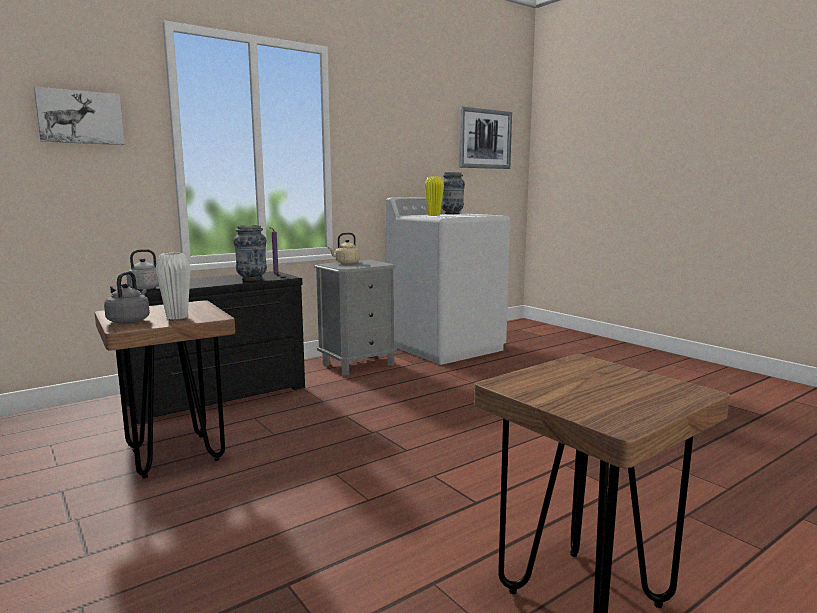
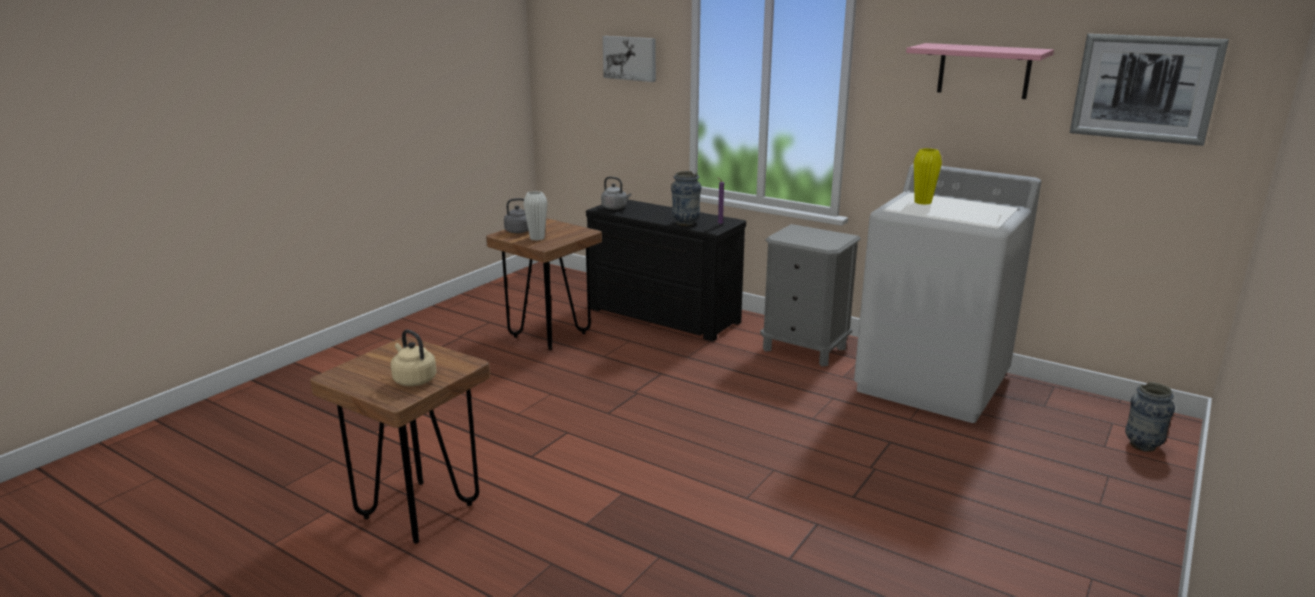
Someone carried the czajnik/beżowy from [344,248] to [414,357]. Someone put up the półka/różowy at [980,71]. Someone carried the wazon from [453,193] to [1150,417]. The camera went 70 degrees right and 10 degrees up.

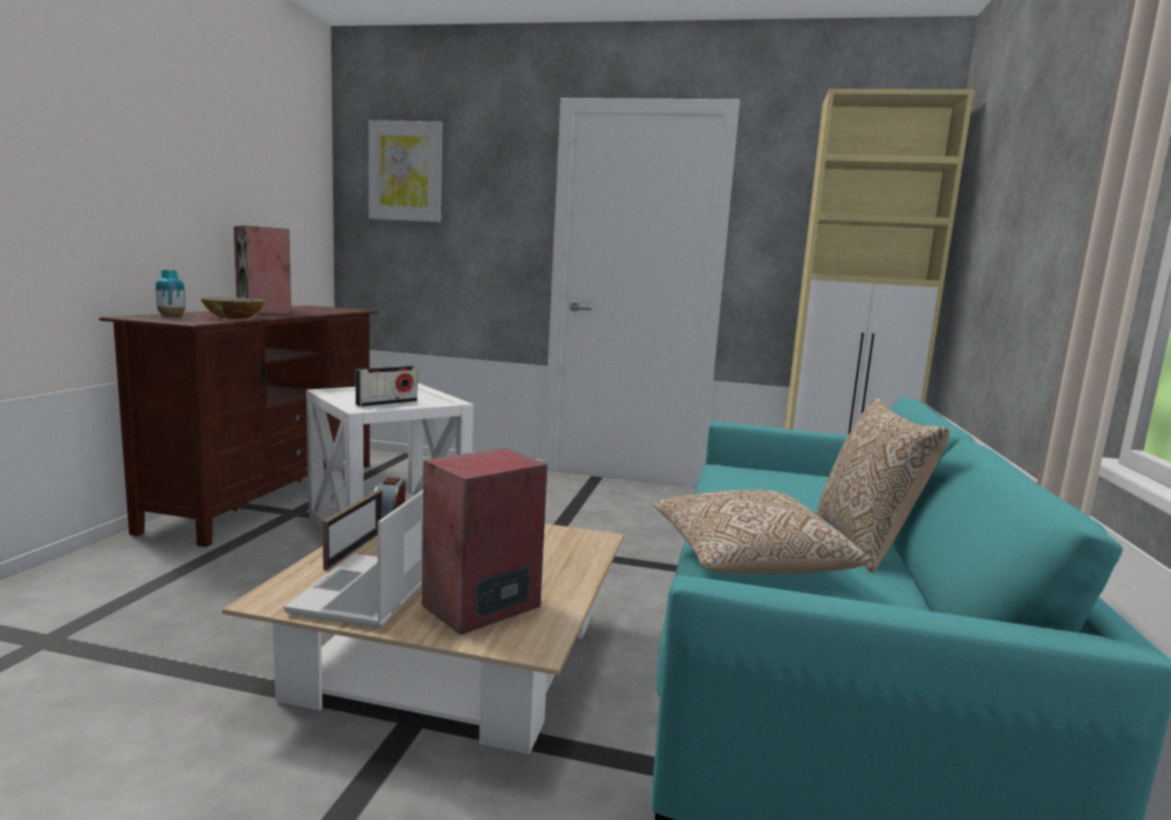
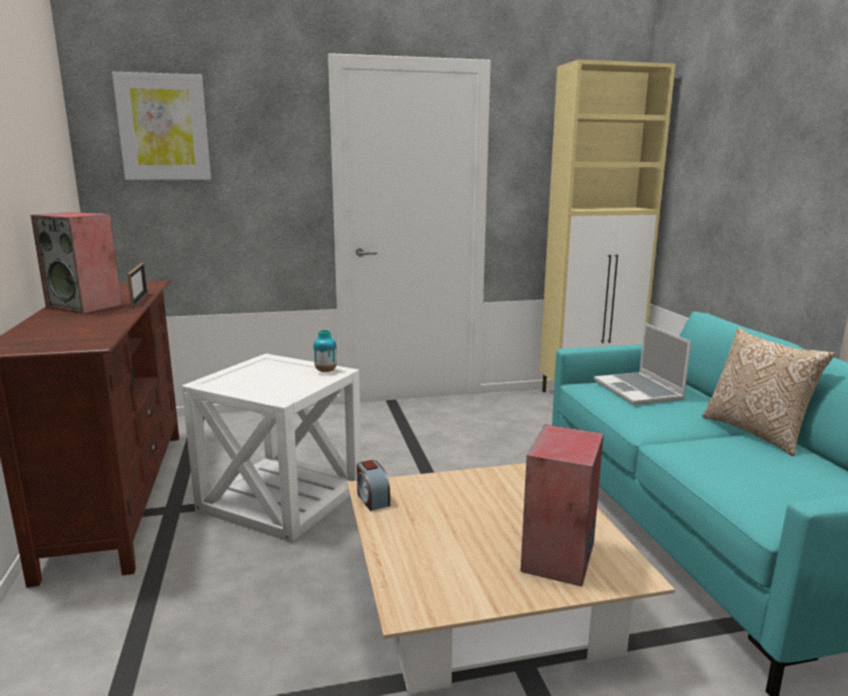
Someone carried the ramka na zdjęcie from [352,529] to [137,285]. Someone carried the wazon from [170,293] to [325,351]. Someone carried the laptop from [353,559] to [642,364]. Someone took away the miska at [233,308]. Someone took away the radio at [386,386]. Someone took away the poduszka at [761,532]. The camera went 25 degrees left and 5 degrees up.

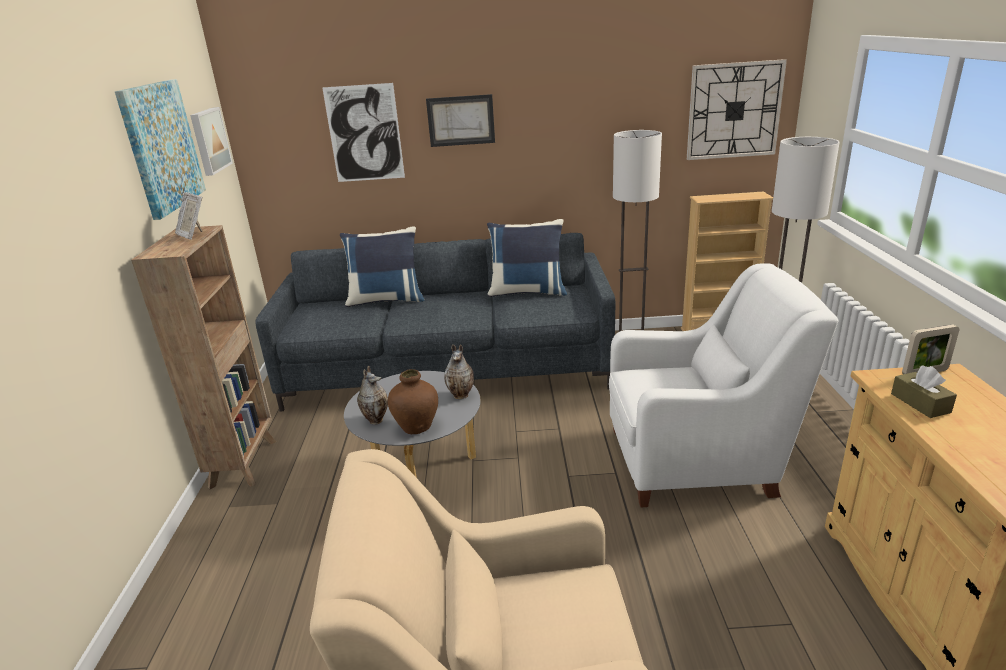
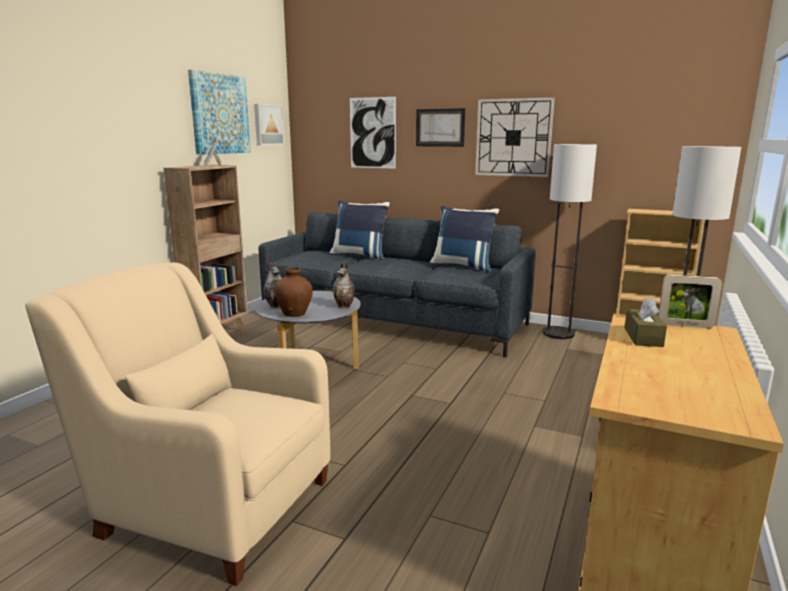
Someone carried the zegar ścienny from [737,109] to [515,137]. Someone took away the fotel/biały at [724,385]. The camera went 25 degrees right and 10 degrees down.

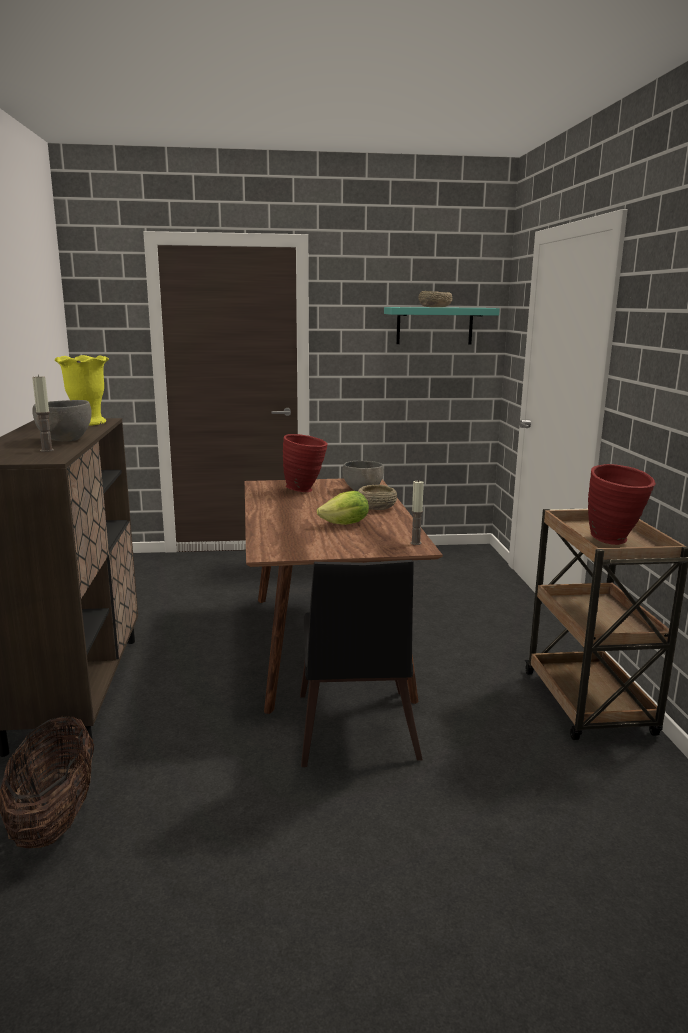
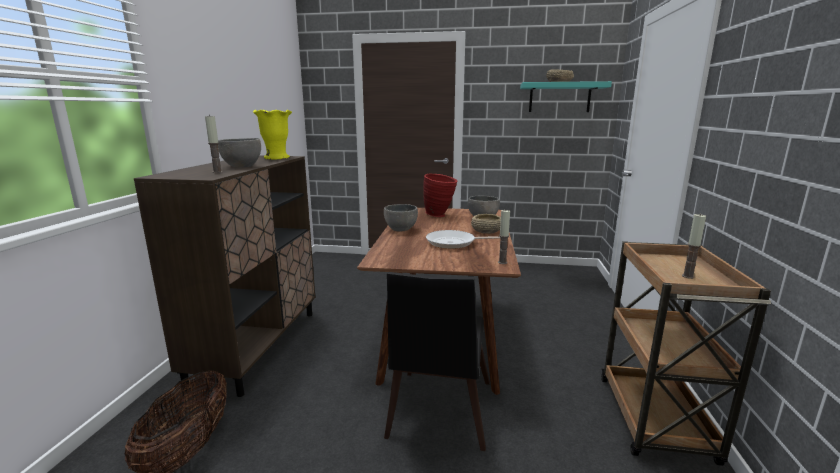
Someone put down the miska/szary at [401,217]. Someone swapped the sałata at [343,508] for the patelnia at [463,239]. Someone swapped the wazon/czerwony at [622,504] for the świeca at [694,246]. The camera went 15 degrees right and 0 degrees up.

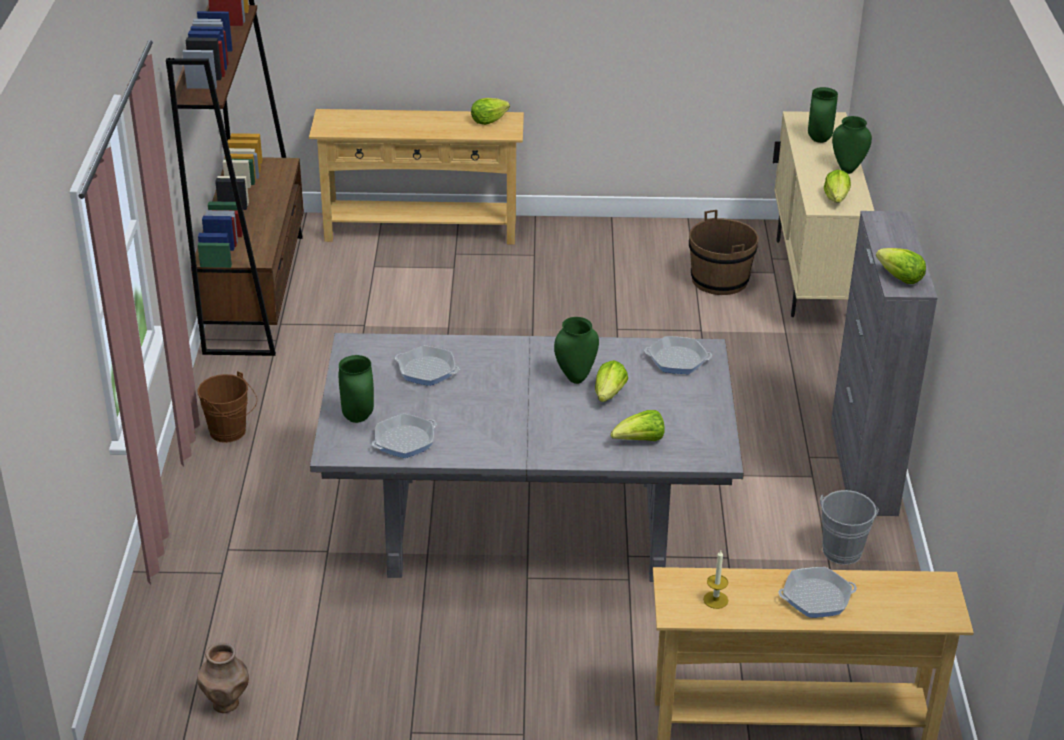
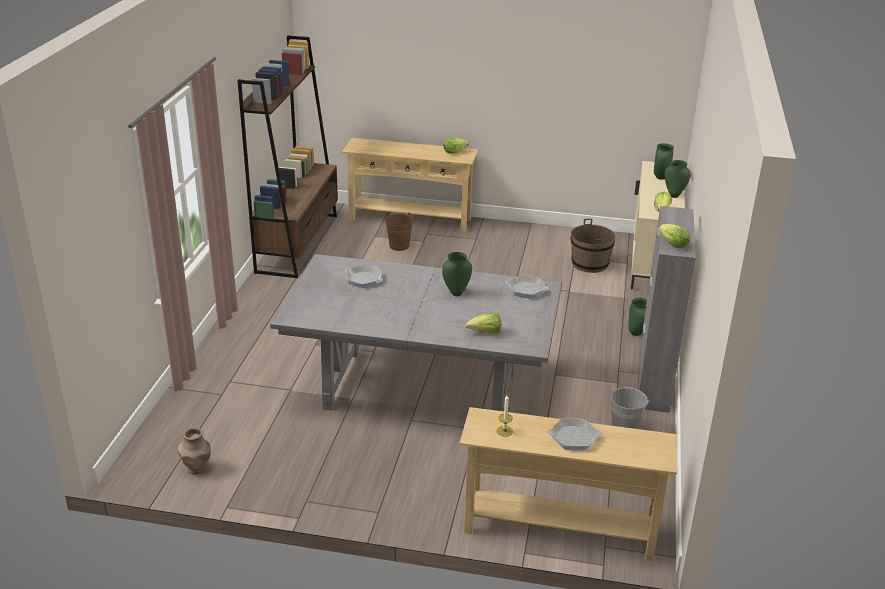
Someone carried the wiadro/brązowy from [227,407] to [400,231]. Someone carried the wazon/zielony from [356,389] to [637,317]. Someone took away the patelnia at [404,435]. Someone took away the sałata at [611,381]. The camera went 10 degrees right and 5 degrees down.

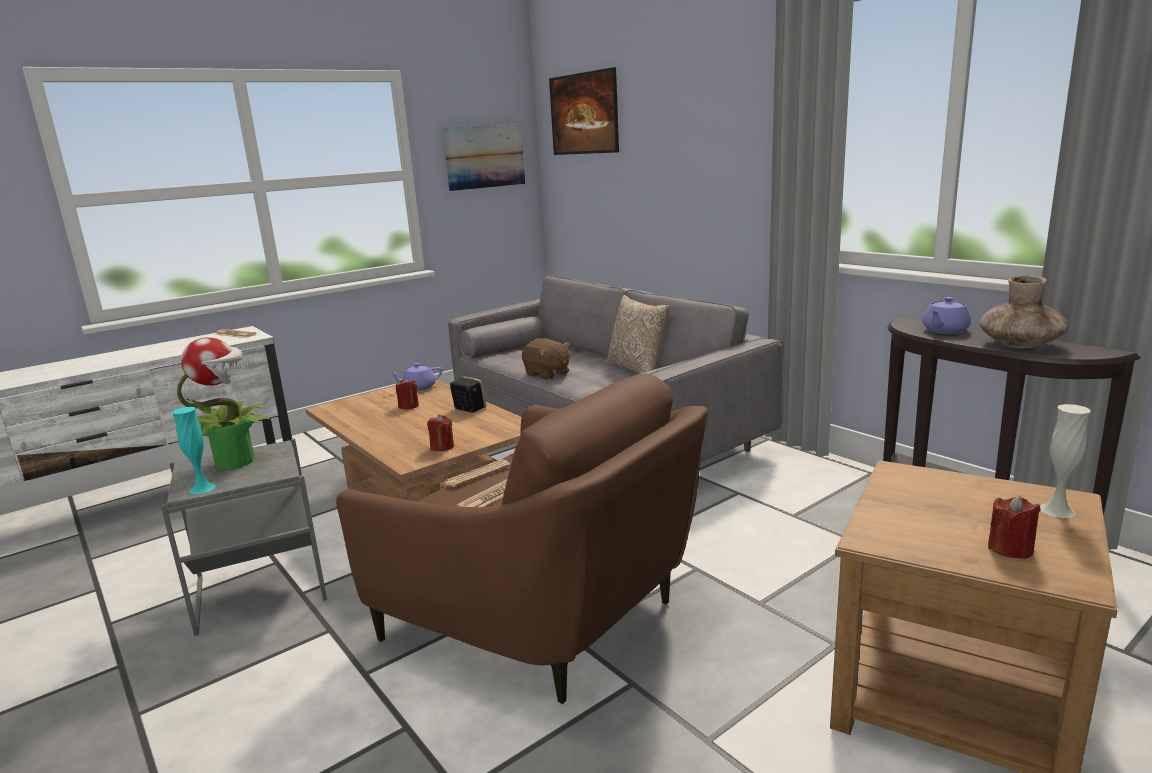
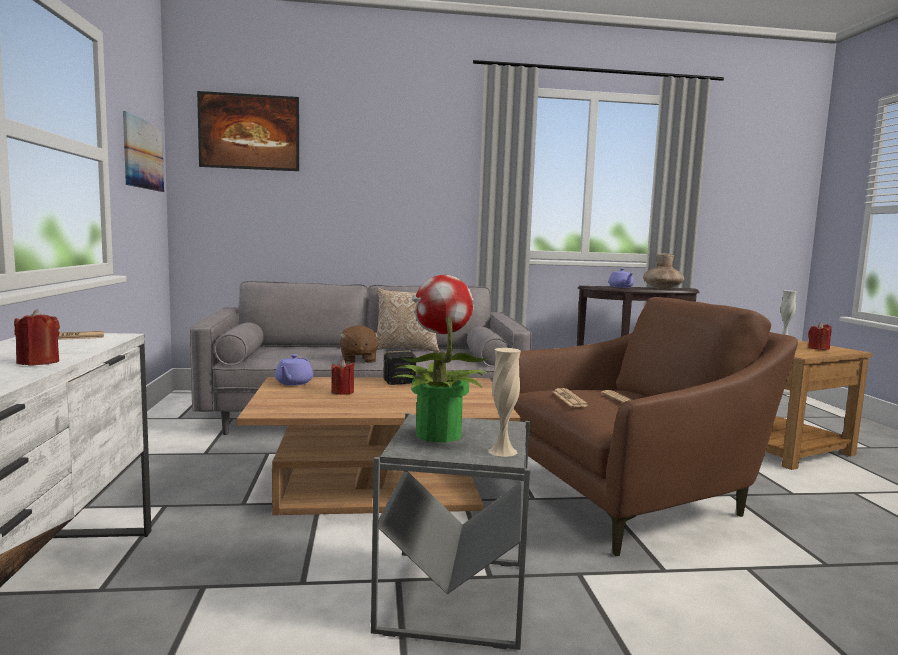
Someone carried the świeca/czerwony from [440,432] to [37,337]. Someone rotated the pluszak/brązowy at [546,359] by 90 degrees clockwise. Someone repainted the wazon/turkusowy at [194,450], which became the wazon/beżowy at [504,402]. The camera went 60 degrees left and 10 degrees down.

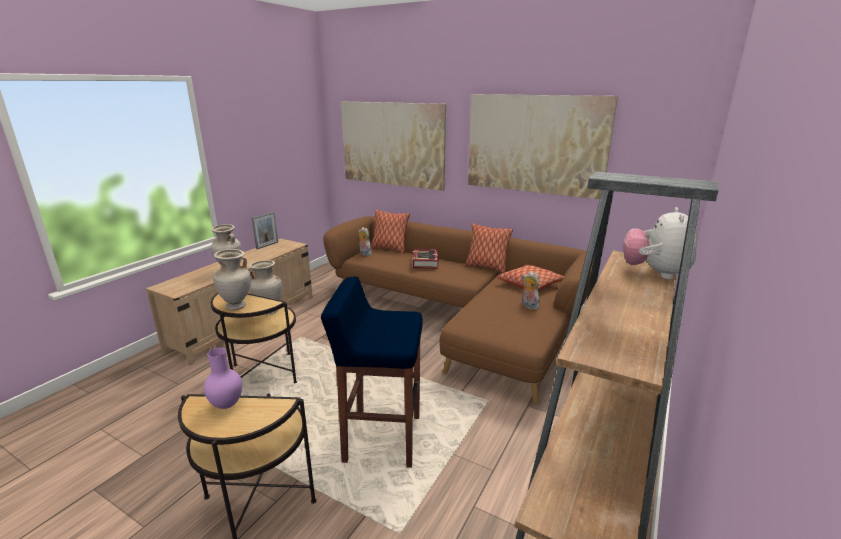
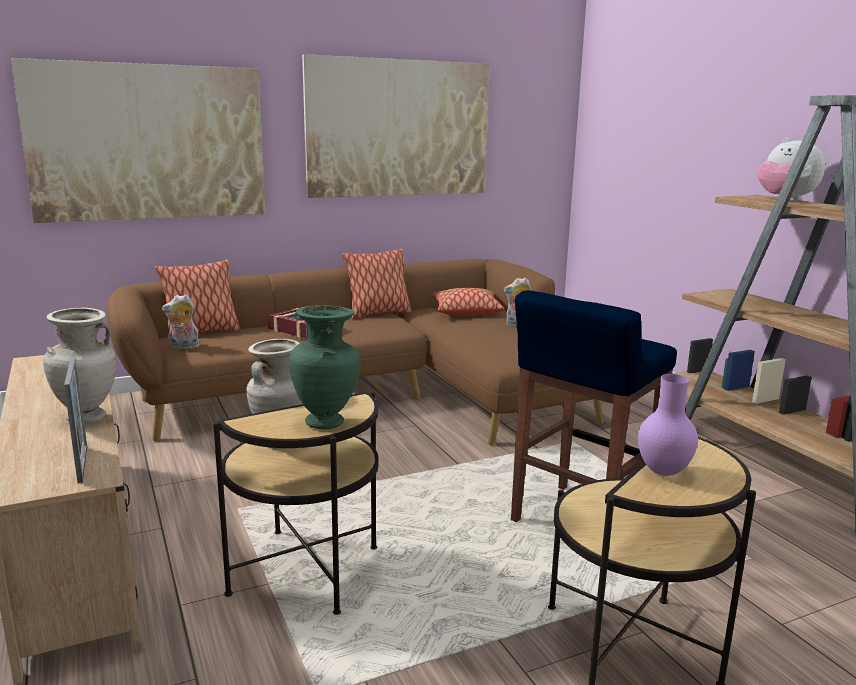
Someone carried the ramka na zdjęcie from [265,230] to [75,420]. Someone repainted the wazon/beżowy at [232,279], which became the wazon/zielony at [325,367]. The camera went 55 degrees left and 5 degrees down.

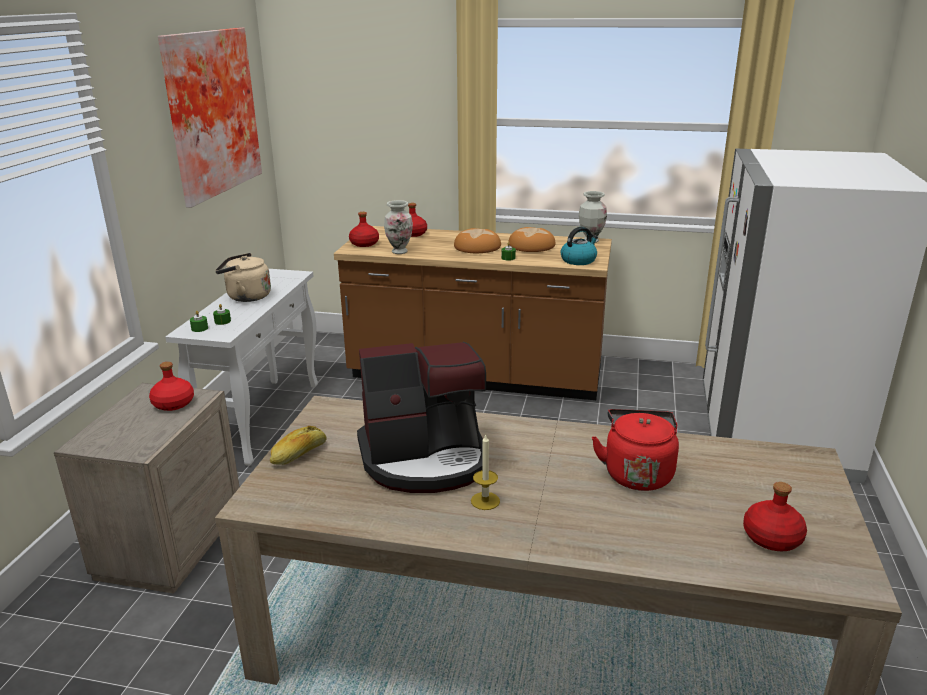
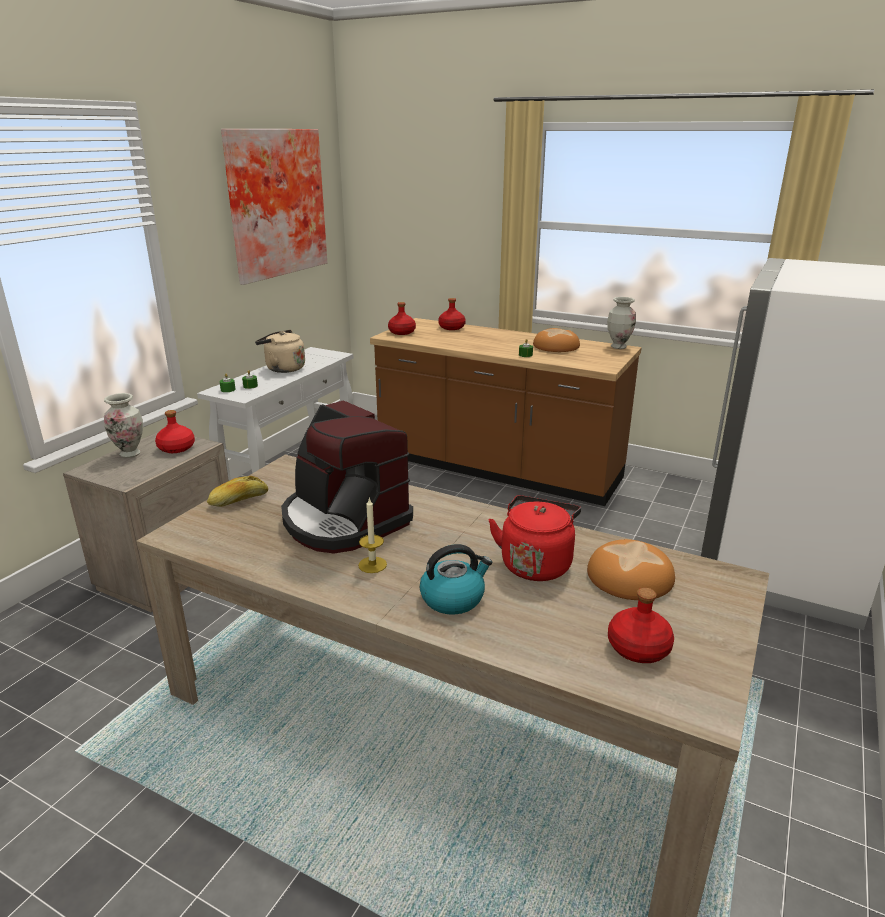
Someone carried the wazon from [398,227] to [123,425]. Someone rotated the ekspres do kawy at [421,417] by 45 degrees clockwise. Someone carried the czajnik from [579,246] to [456,579]. Someone carried the chleb from [477,240] to [631,569]. The camera went 15 degrees right and 0 degrees up.

